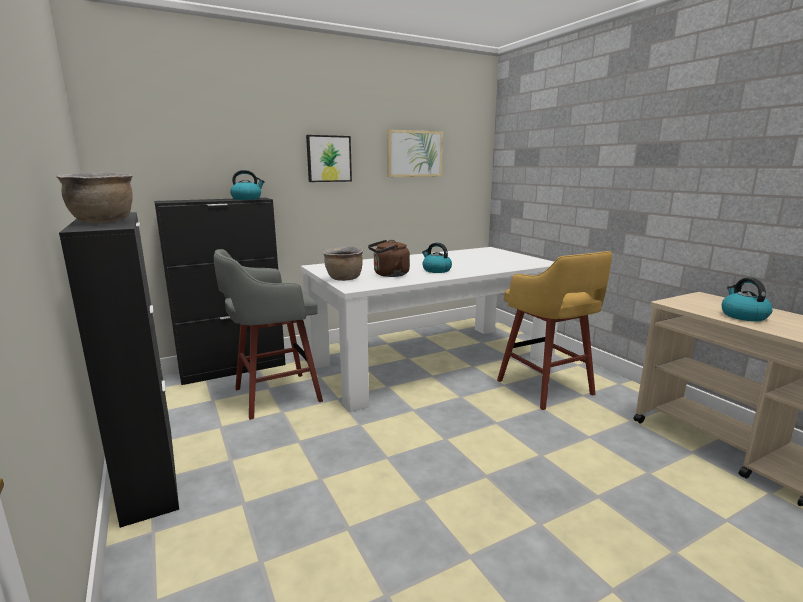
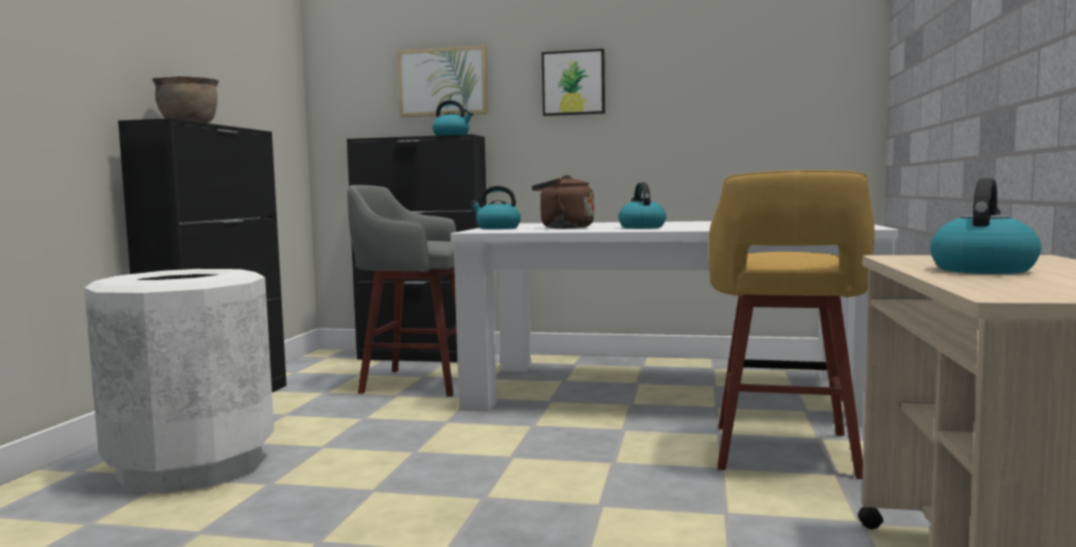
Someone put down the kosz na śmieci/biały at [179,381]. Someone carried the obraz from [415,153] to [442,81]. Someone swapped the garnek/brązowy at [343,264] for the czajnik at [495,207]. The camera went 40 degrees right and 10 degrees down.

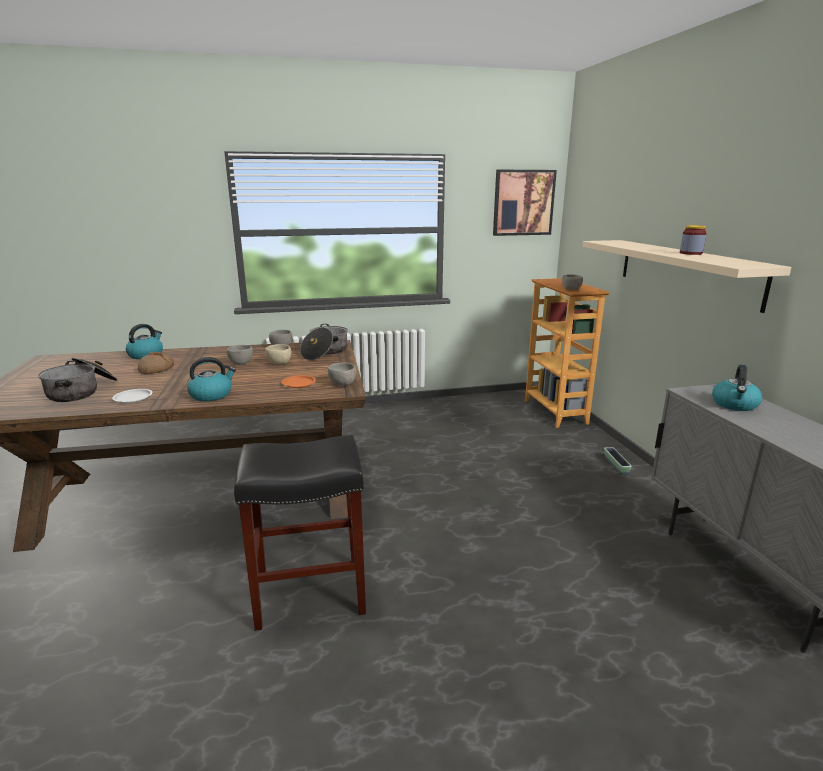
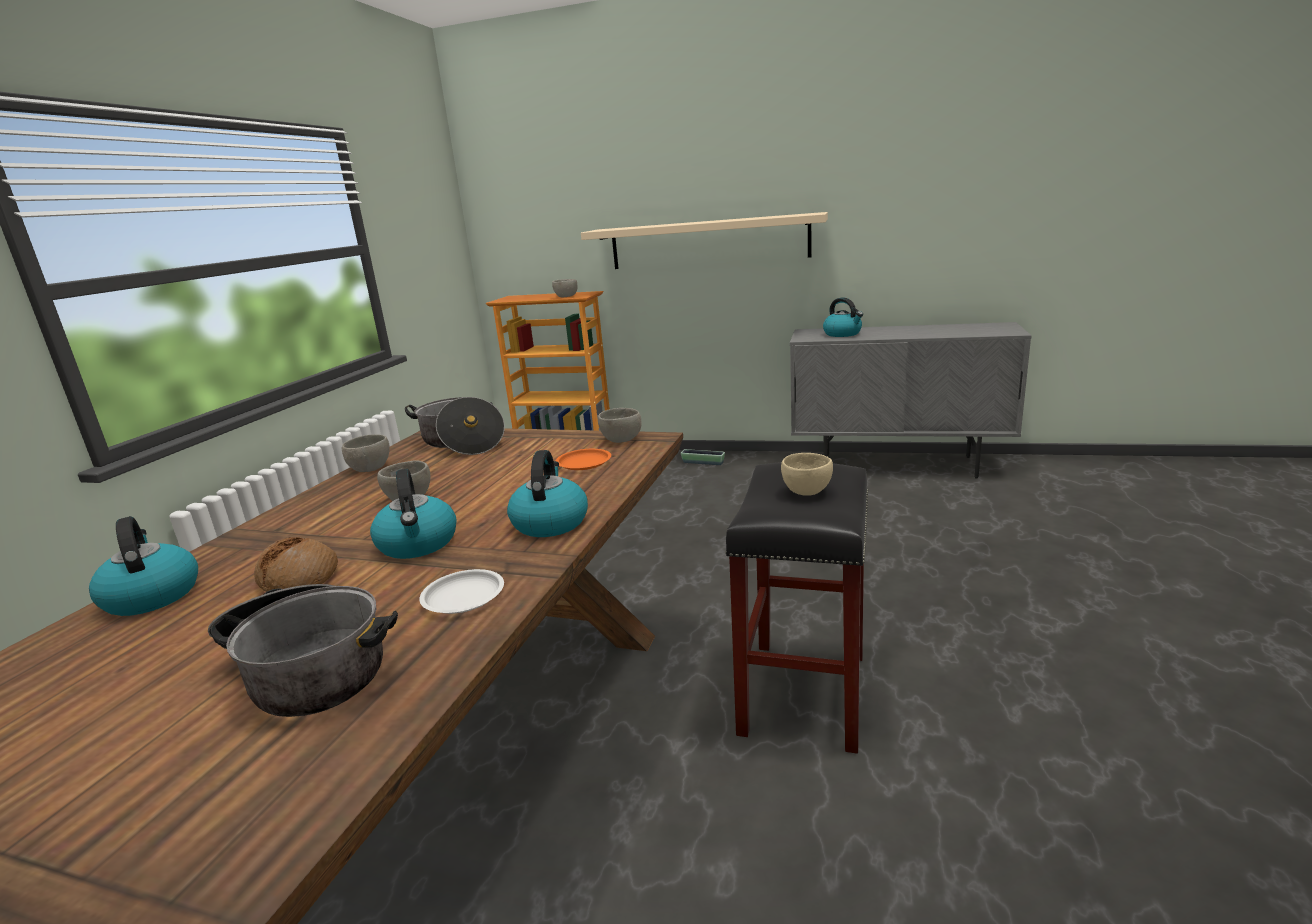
Someone put down the czajnik at [413,514]. Someone carried the miska/beżowy from [278,354] to [807,474]. Someone took away the obraz at [525,203]. Someone took away the słoik at [693,240]. The camera went 60 degrees left and 0 degrees up.

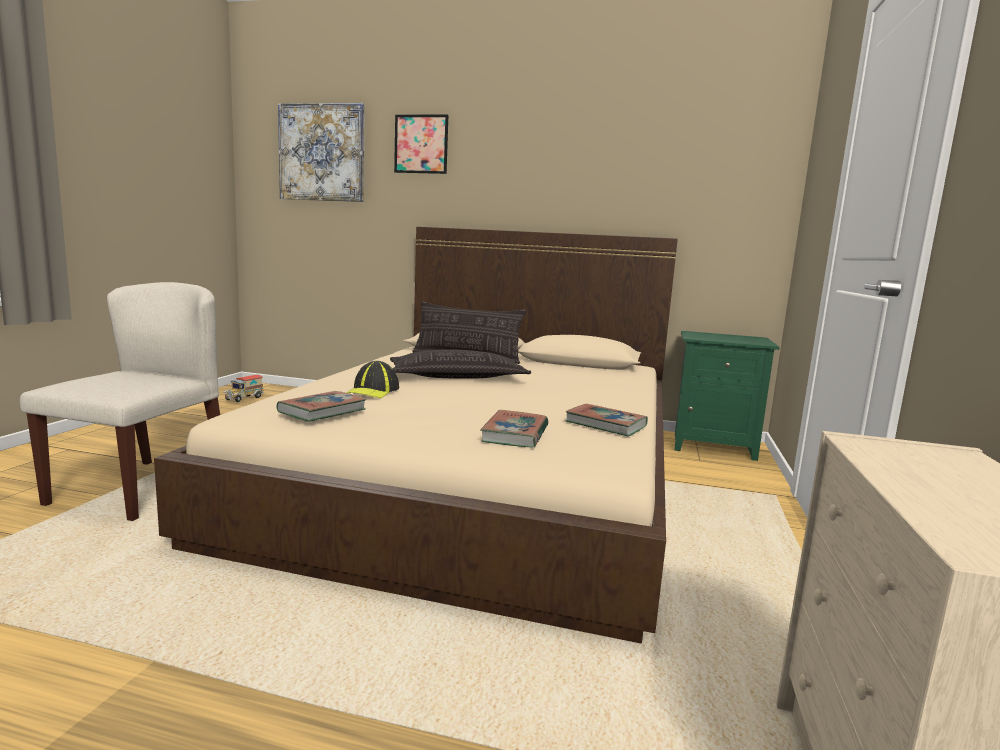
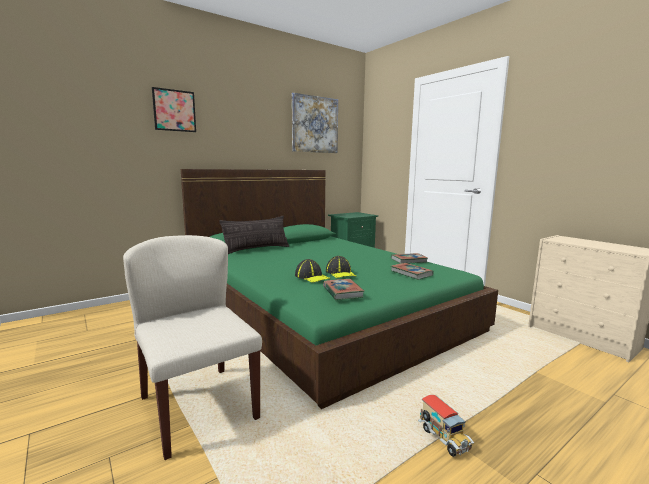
Someone repainted the łóżko/beżowy at [416,435], which became the łóżko/zielony at [339,289]. Someone carried the obraz from [321,152] to [315,123]. Someone put down the czapka z daszkiem at [341,267]. Someone carried the ciężarówka zabawkowa from [243,388] to [446,426]. Someone took away the poduszka at [460,364]. The camera went 50 degrees left and 0 degrees up.

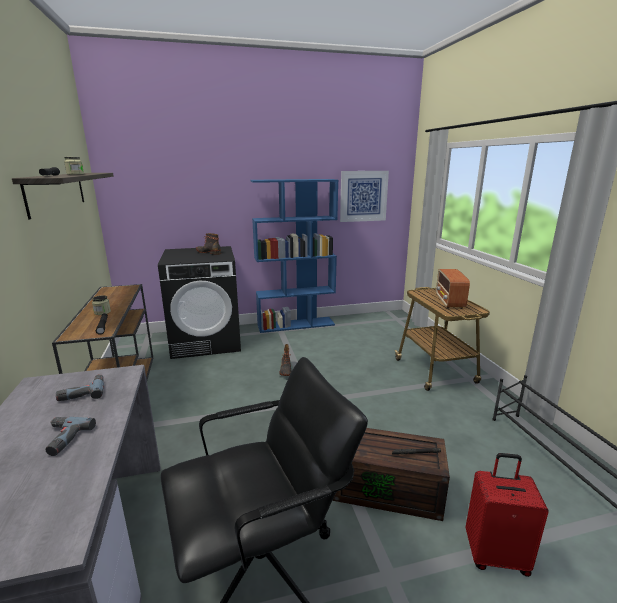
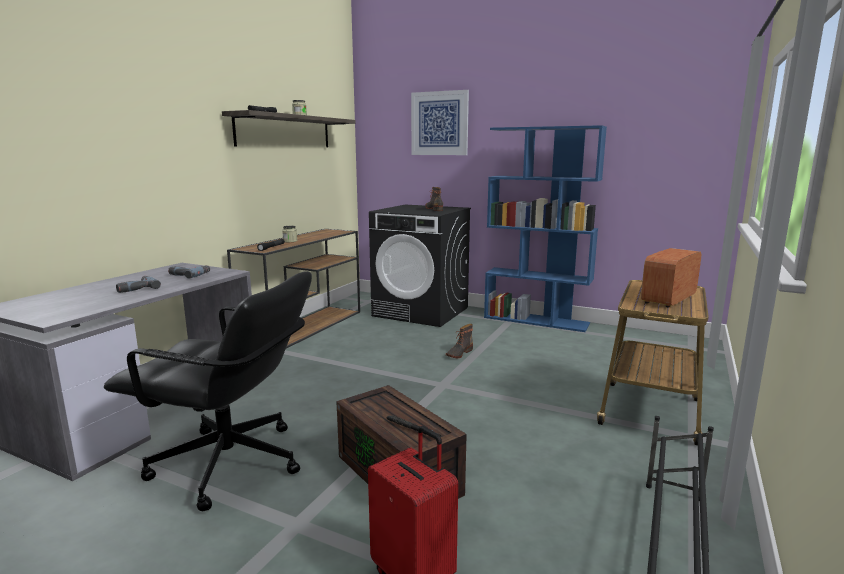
Someone carried the obraz from [364,196] to [440,122]. The camera went 40 degrees right and 5 degrees down.

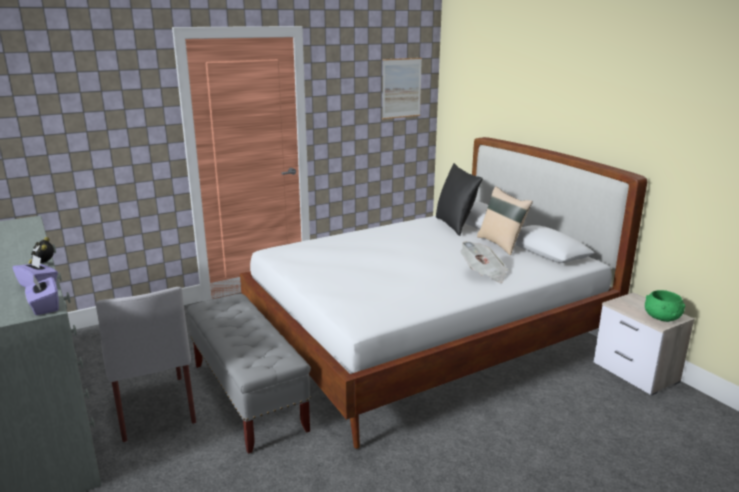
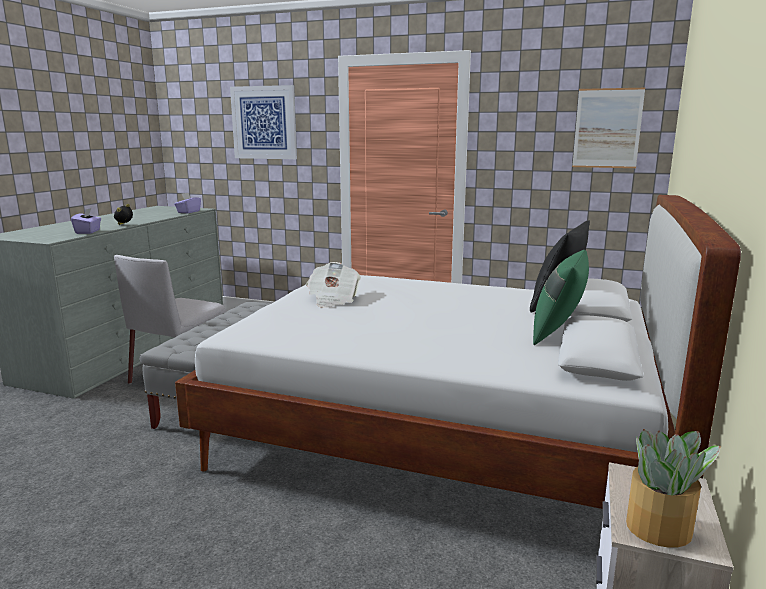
Someone carried the pudełko chusteczek/fioletowy from [42,295] to [187,203]. Someone put up the obraz at [263,122]. Someone carried the gazeta from [484,262] to [333,285]. Someone repainted the poduszka/beżowy at [505,220], which became the poduszka/zielony at [561,297]. Someone swapped the miska/zielony at [665,306] for the roślina doniczkowa at [673,488]. The camera went 50 degrees right and 5 degrees down.

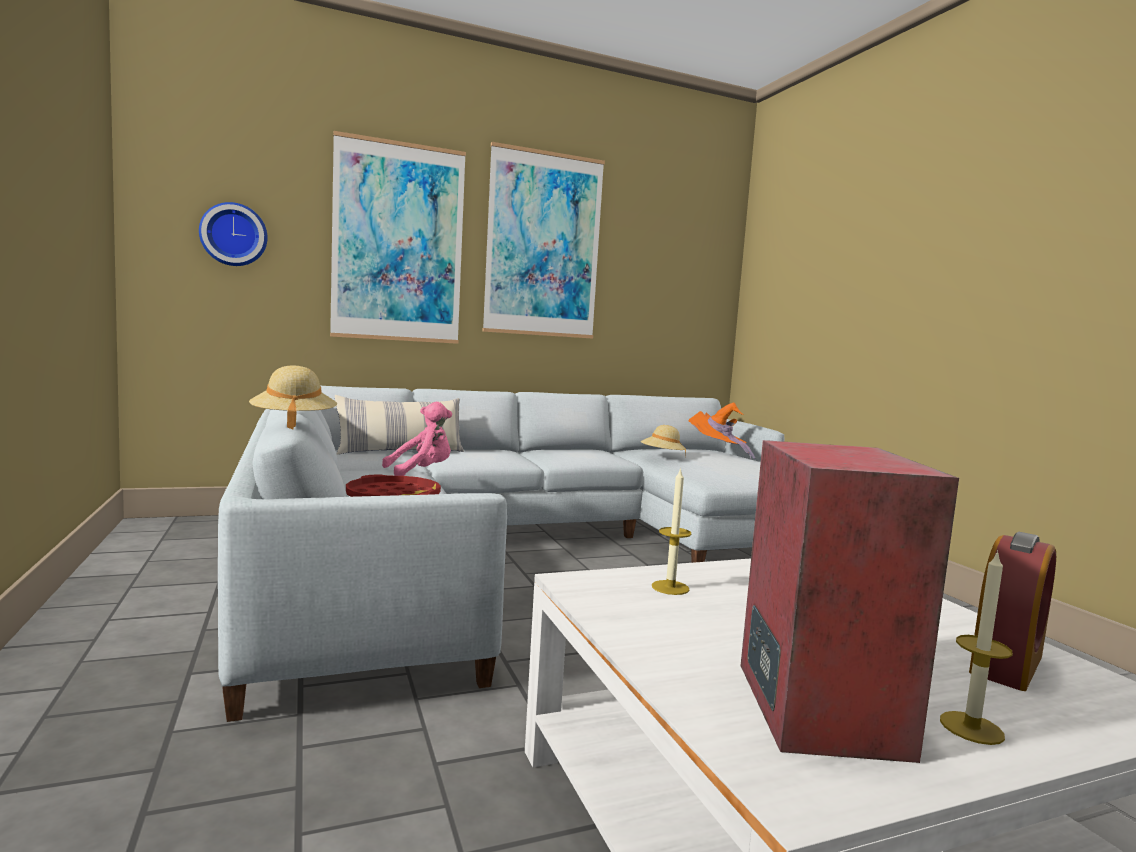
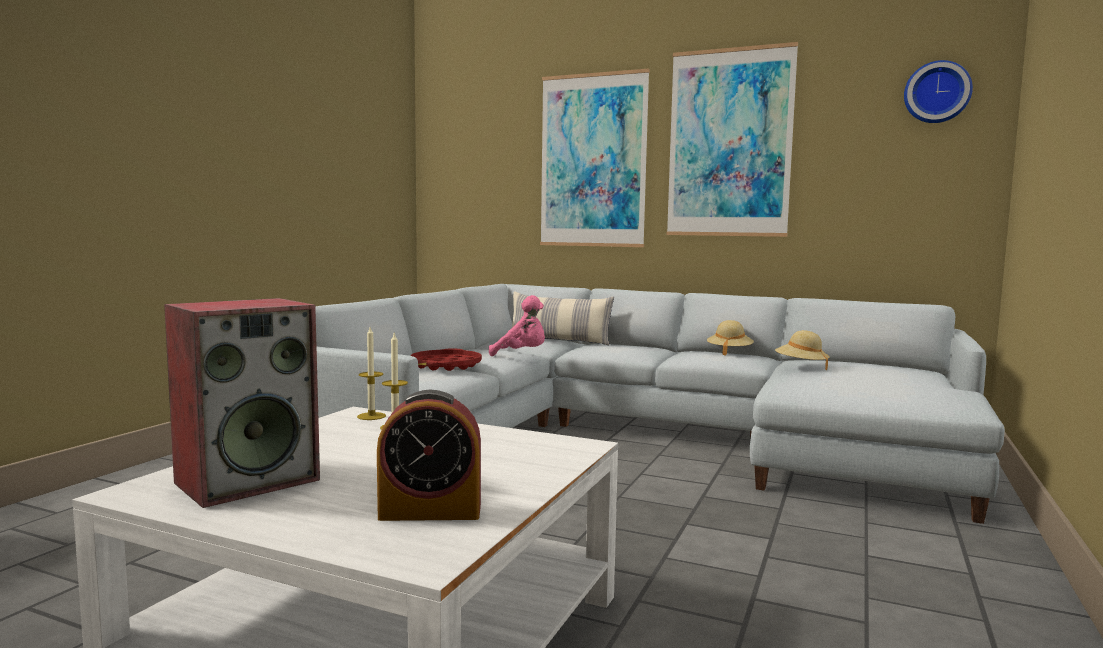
Someone carried the świeca from [976,647] to [371,373]. Someone carried the kapelusz/beżowy from [293,397] to [730,338]. Someone carried the zegar ścienny from [233,234] to [938,91]. Someone took away the kapelusz/pomarańczowy at [721,430]. The camera went 45 degrees right and 0 degrees up.

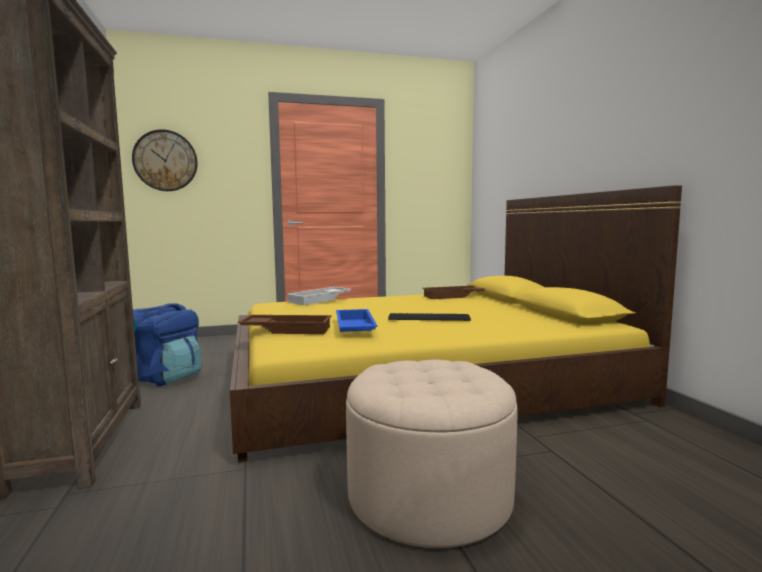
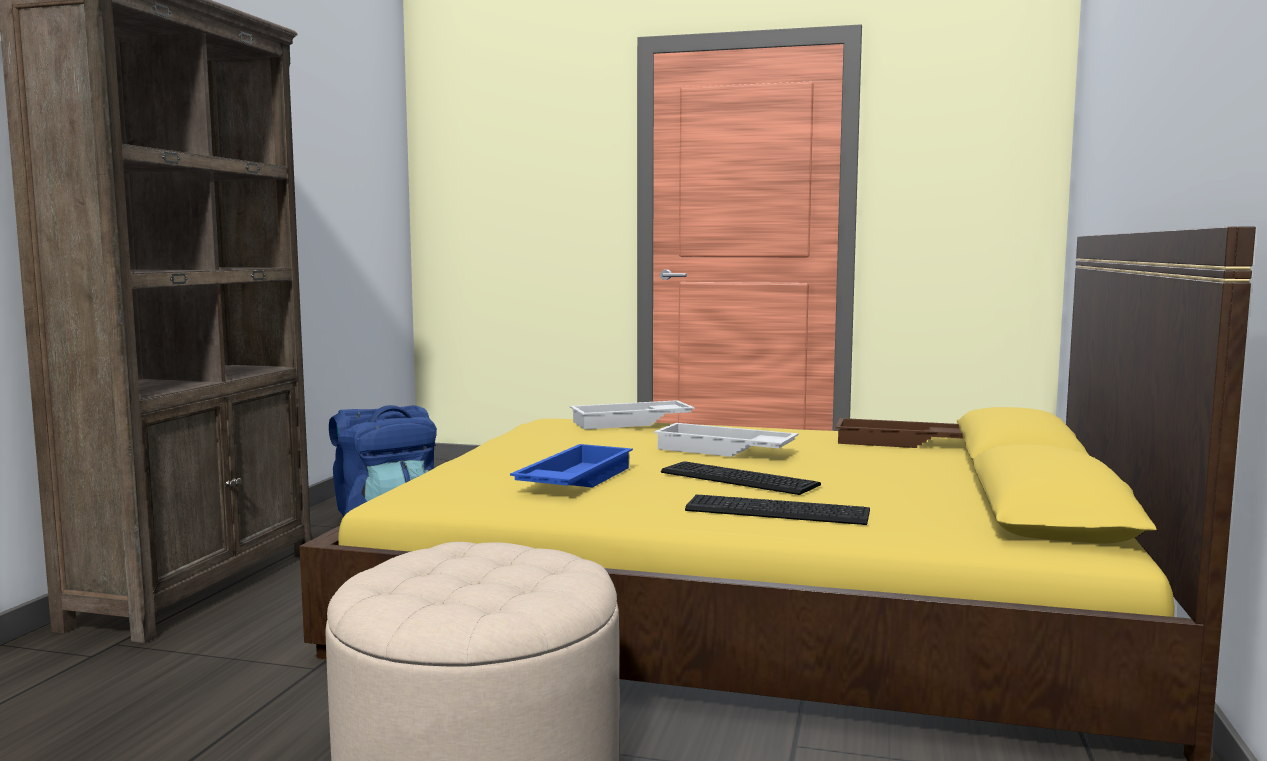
Someone put down the taca/biały at [726,440]. Someone put down the klawiatura at [777,510]. Someone took away the zegar ścienny at [165,160]. Someone took away the taca/brązowy at [285,324]. The camera went 30 degrees right and 0 degrees up.

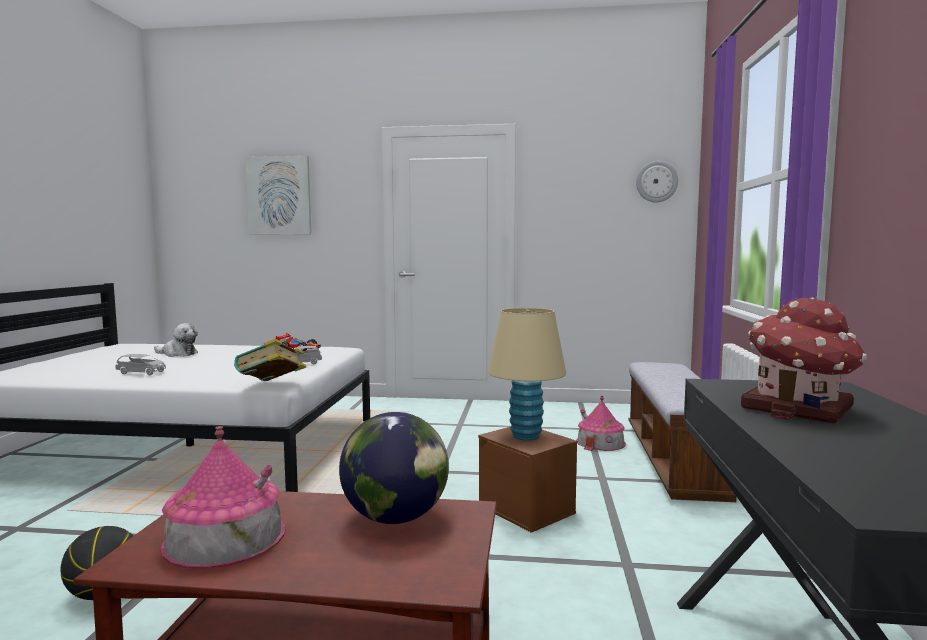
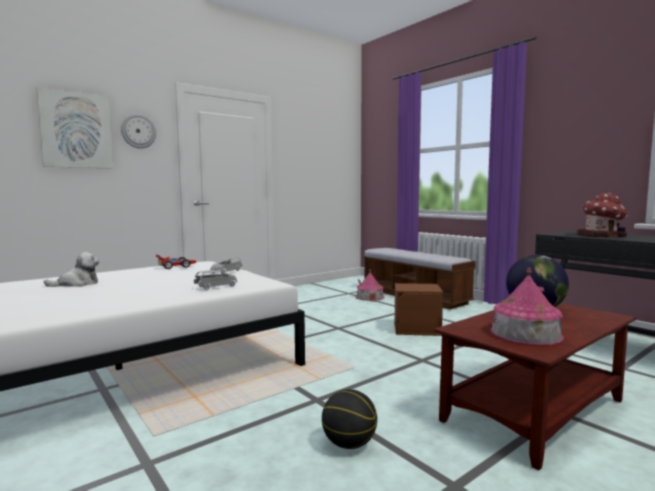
Someone carried the zegar ścienny from [657,182] to [138,131]. Someone carried the samochodzik/szary from [140,364] to [215,280]. Someone took away the książka at [270,360]. Someone took away the lampa stołowa/beżowy at [527,374]. The camera went 45 degrees left and 0 degrees up.

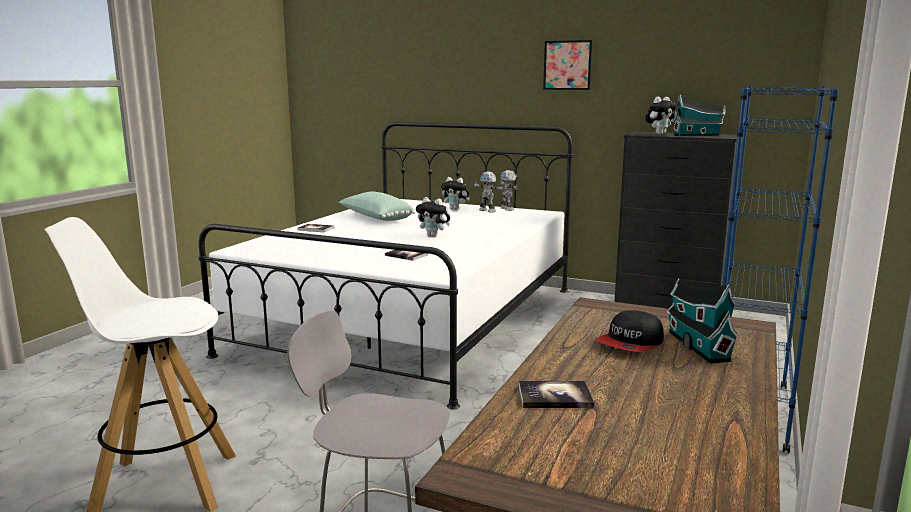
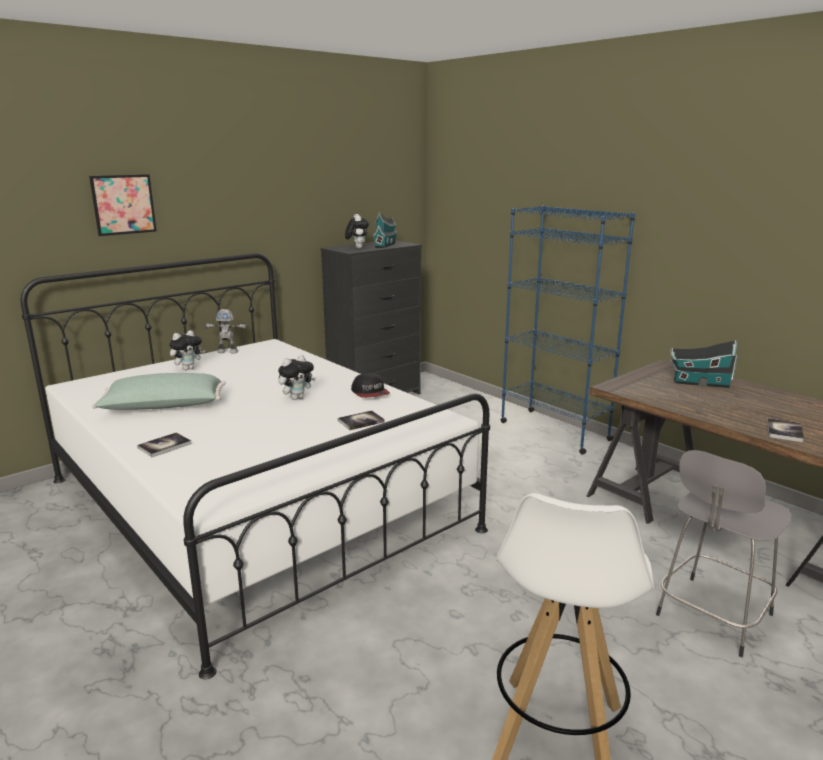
Someone carried the obraz from [567,65] to [123,205]. Someone carried the czapka z daszkiem from [630,331] to [370,385]. Someone took away the robot zabawkowy at [489,191]. The camera went 65 degrees left and 5 degrees up.

